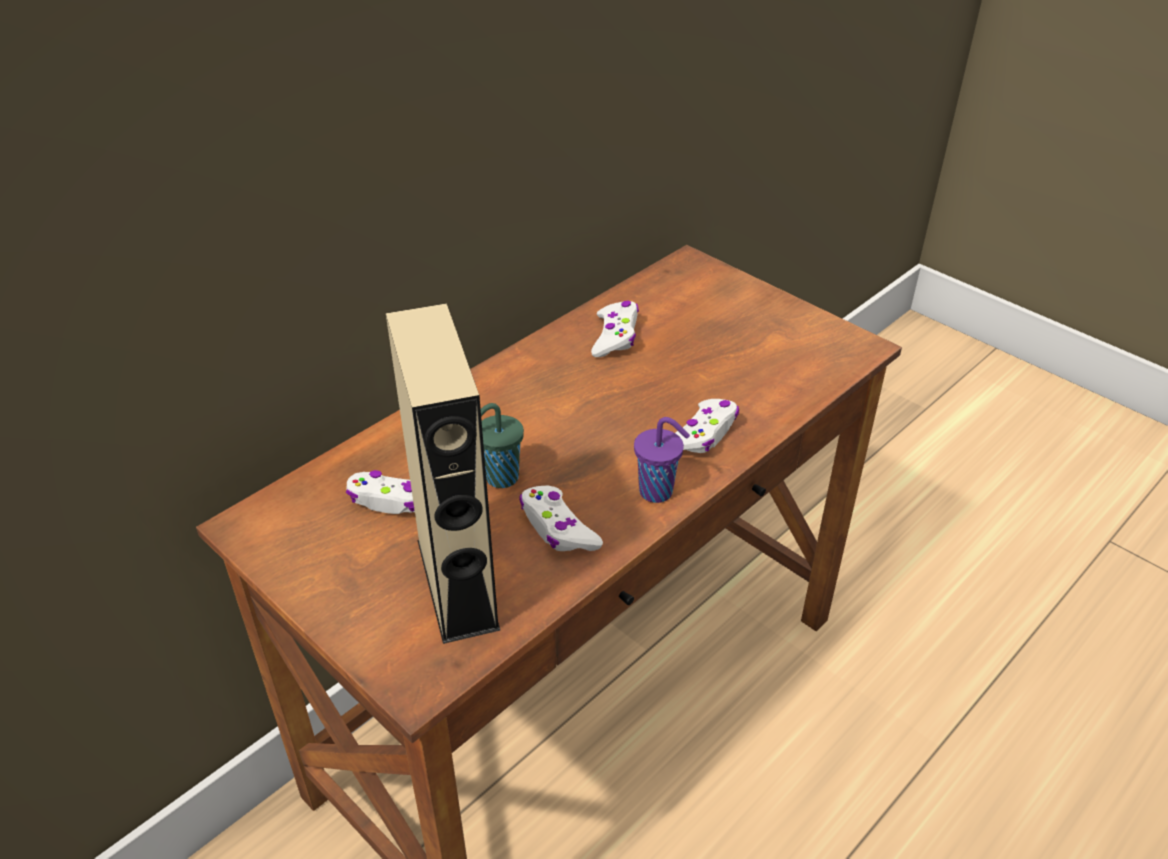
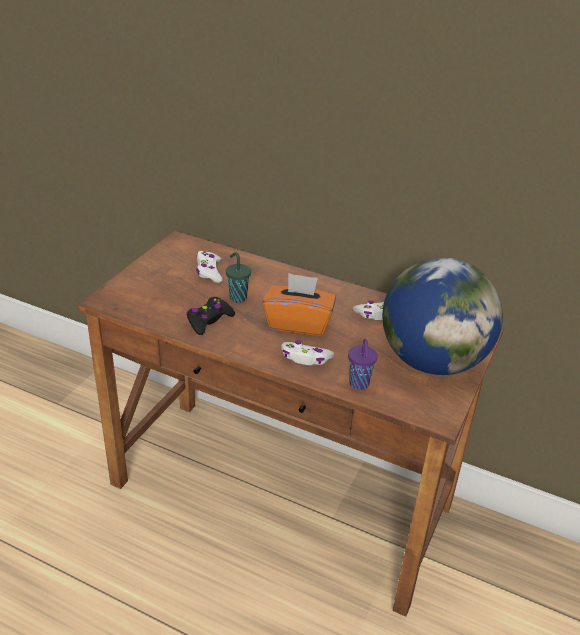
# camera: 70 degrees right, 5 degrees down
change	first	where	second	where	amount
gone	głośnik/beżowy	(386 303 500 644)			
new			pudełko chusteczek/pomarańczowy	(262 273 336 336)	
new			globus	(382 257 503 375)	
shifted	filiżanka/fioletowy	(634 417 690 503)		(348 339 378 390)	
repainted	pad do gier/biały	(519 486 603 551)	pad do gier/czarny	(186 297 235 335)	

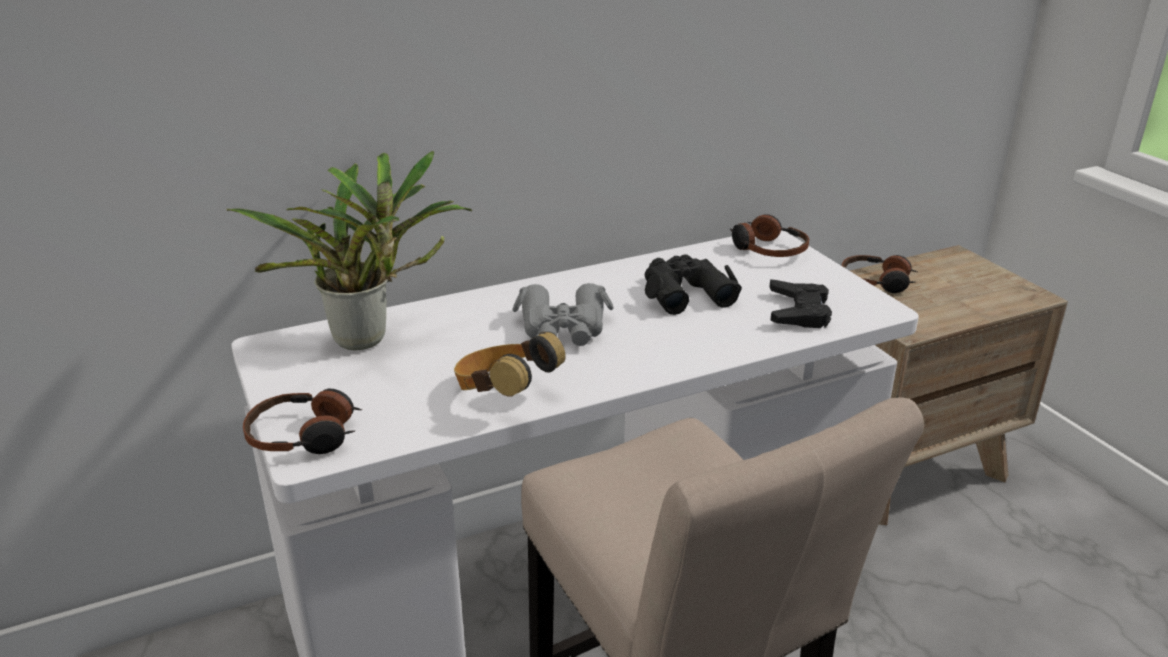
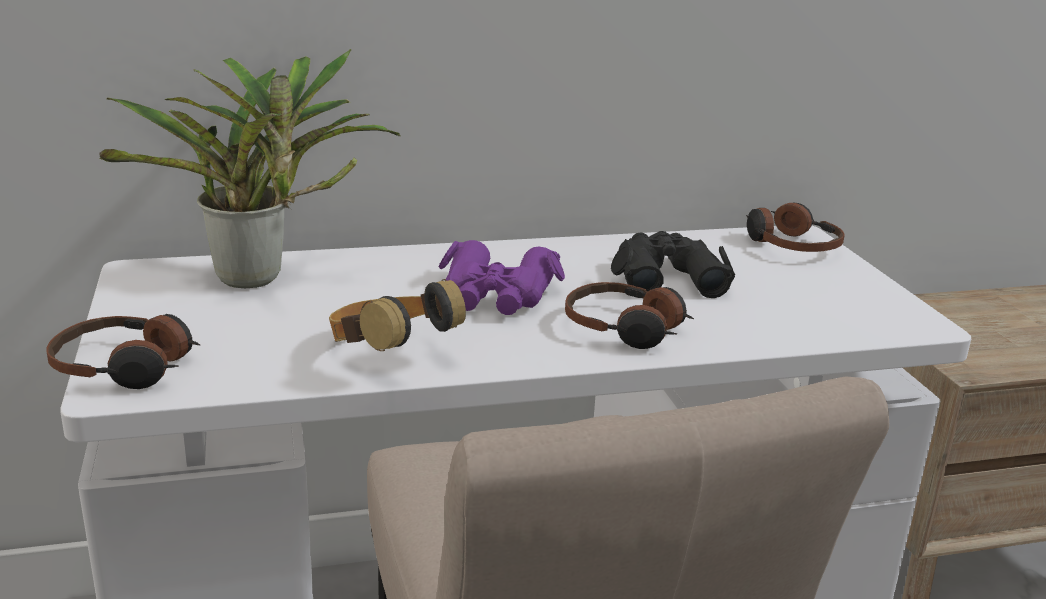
# camera: 10 degrees right, 5 degrees down
change	first	where	second	where	amount
gone	pad do gier/czarny	(769 279 832 328)			
shifted	słuchawki	(842 255 917 293)		(565 282 694 349)	
repainted	lornetka/szary	(512 283 614 346)	lornetka/fioletowy	(439 240 565 315)	

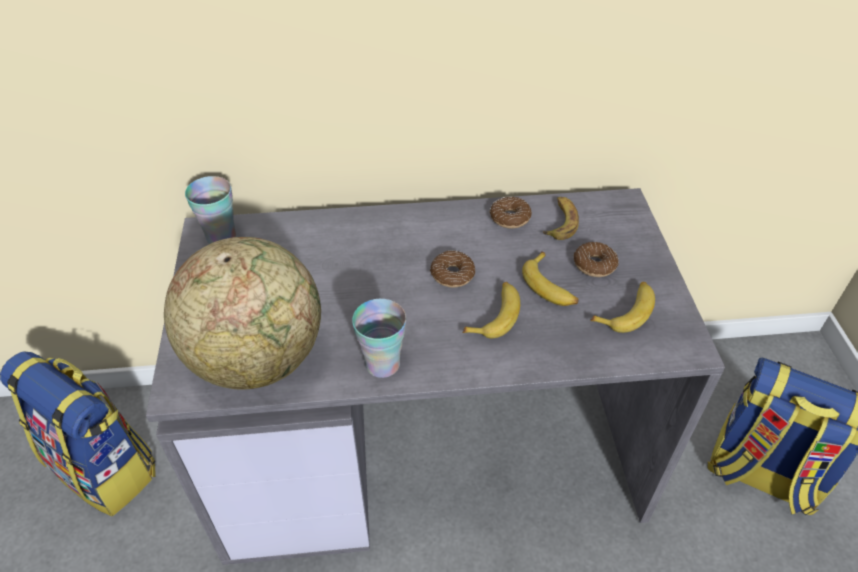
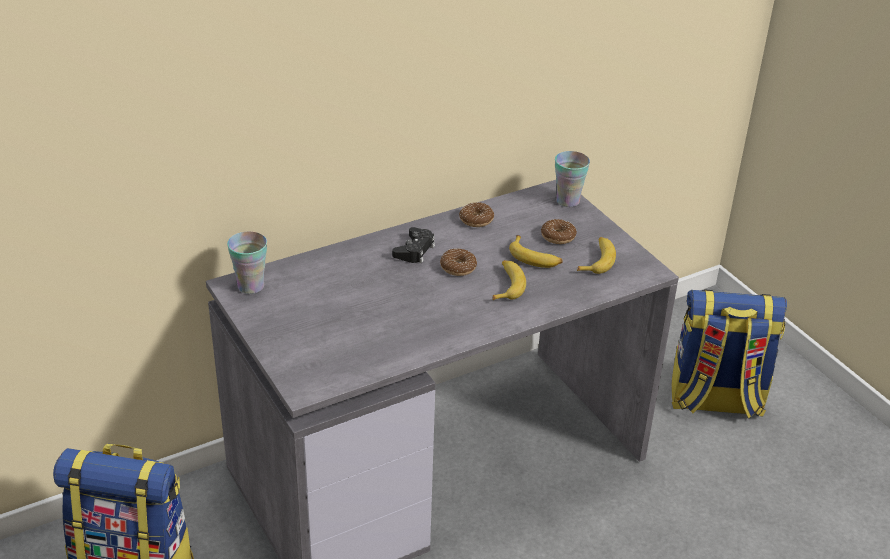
# camera: 25 degrees left, 10 degrees down
change	first	where	second	where	amount
gone	globus	(164 237 321 390)			
gone	banan	(543 197 579 240)			
new			pad do gier/czarny	(392 227 435 263)	
shifted	filiżanka	(352 299 406 378)		(555 151 590 207)	

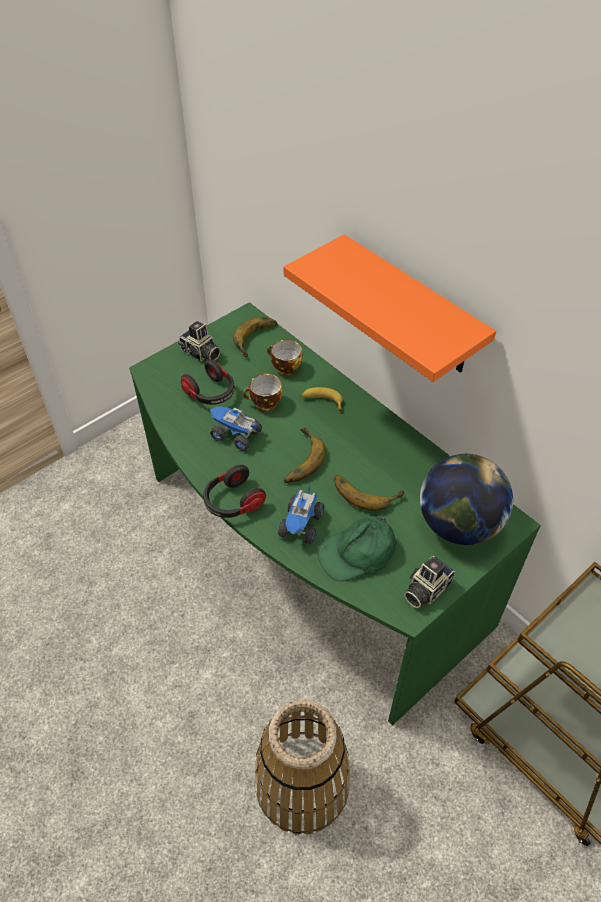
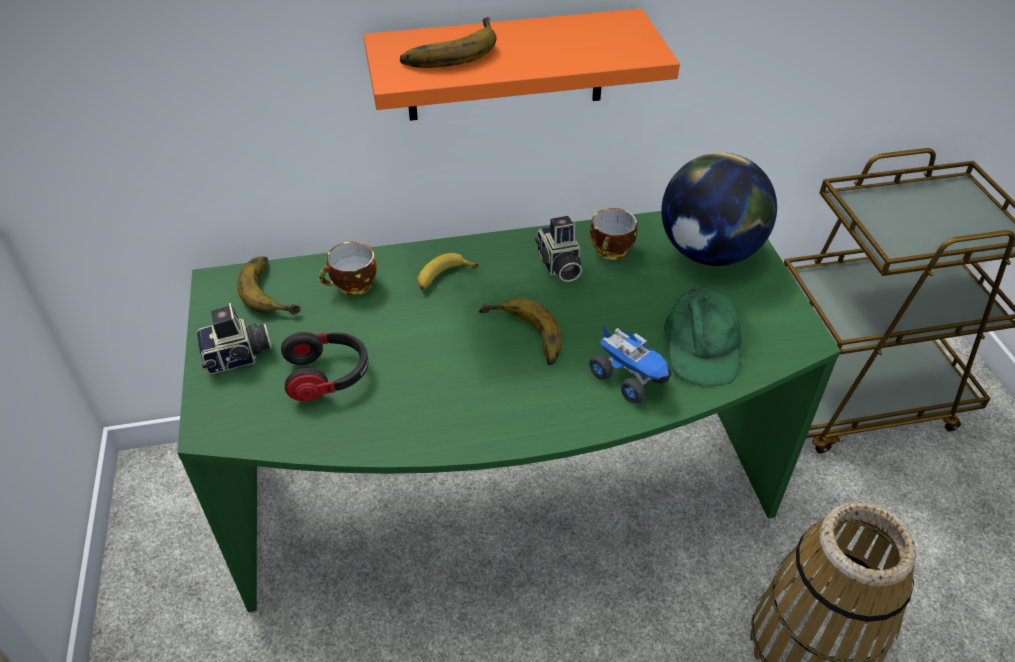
# camera: 60 degrees left, 5 degrees down
change	first	where	second	where	amount
gone	słuchawki	(203 465 266 518)			
gone	ciężarówka zabawkowa	(210 407 262 451)			
shifted	filiżanka	(242 374 282 411)		(590 208 637 260)	
shifted	banan	(334 475 405 511)		(400 17 496 68)	
shifted	aparat fotograficzny	(404 556 455 608)		(535 216 582 282)	

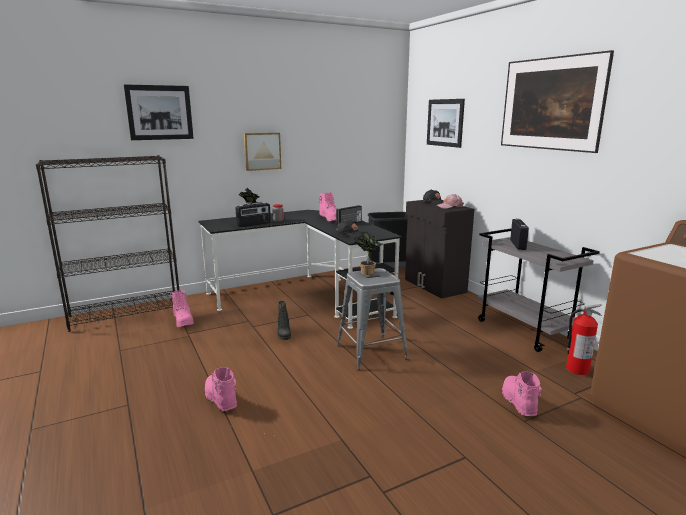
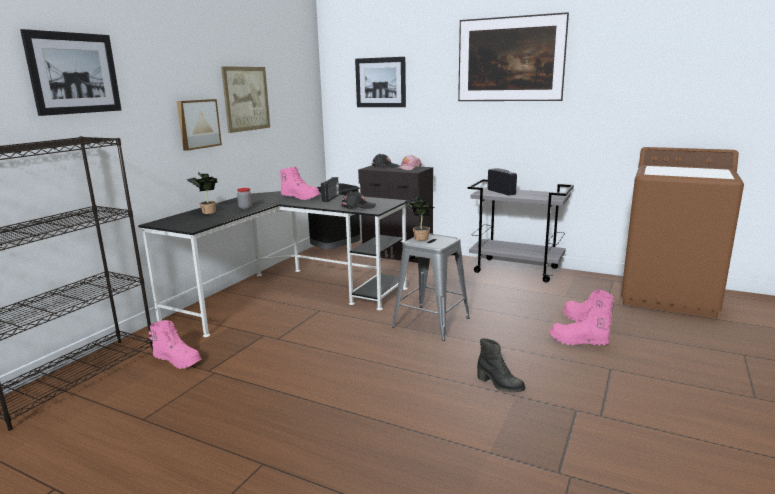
# camera: 35 degrees left, 0 degrees up
change	first	where	second	where	amount
gone	radio	(235 202 271 227)			
gone	gaśnica	(566 304 602 375)			
new			obraz	(221 66 270 133)	
shifted	but z cholewką/różowy	(205 368 237 411)		(550 306 612 346)	
shifted	but z cholewką/czarny	(278 301 291 340)		(477 339 525 392)	

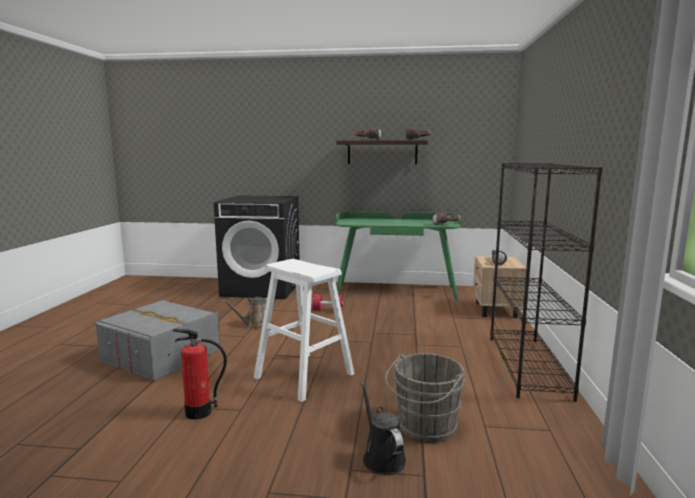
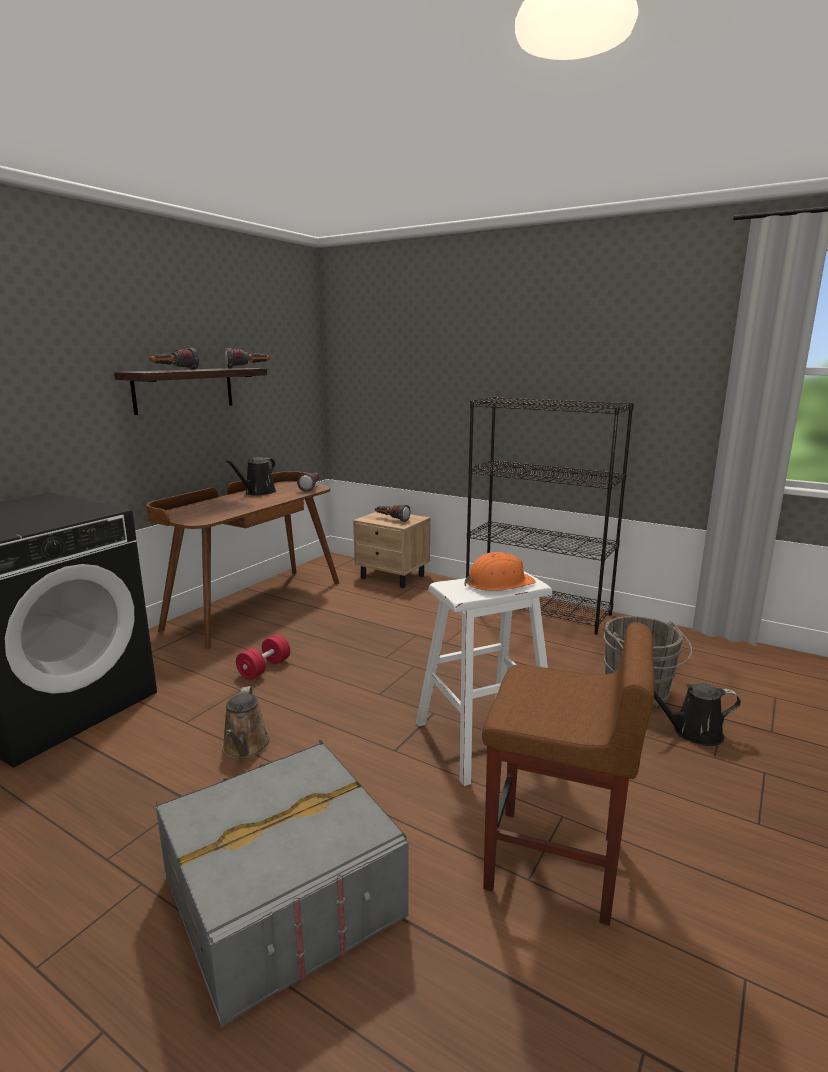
# camera: 65 degrees left, 5 degrees up
change	first	where	second	where	amount
new			konewka/czarny	(225 457 276 496)	
new			kask/pomarańczowy	(465 552 536 591)	
swapped	gaśnica	(173 329 227 420)	stołek/brązowy	(482 622 654 925)	
repainted	biurko/zielony	(336 212 461 300)	biurko/brązowy	(146 471 340 649)	

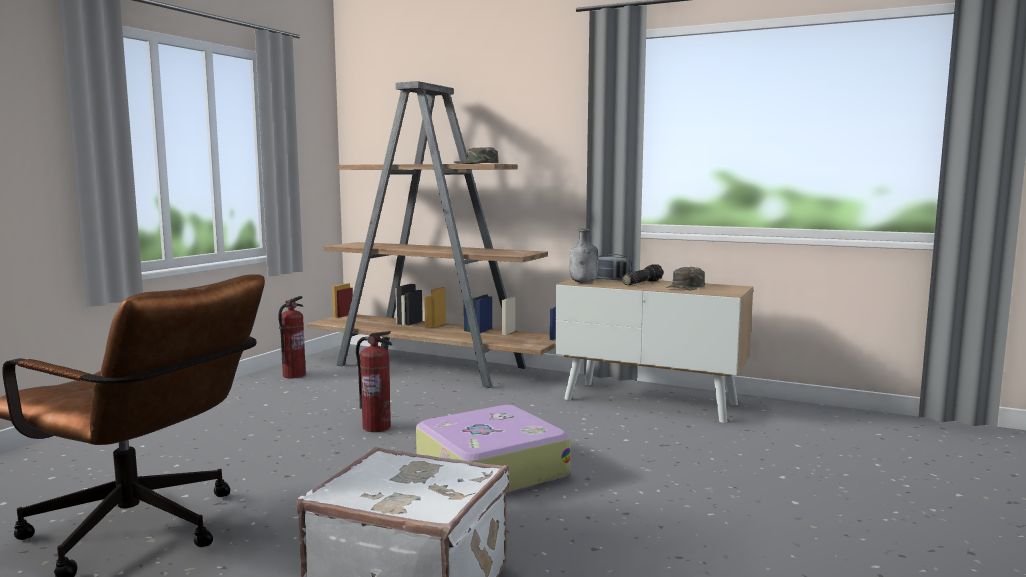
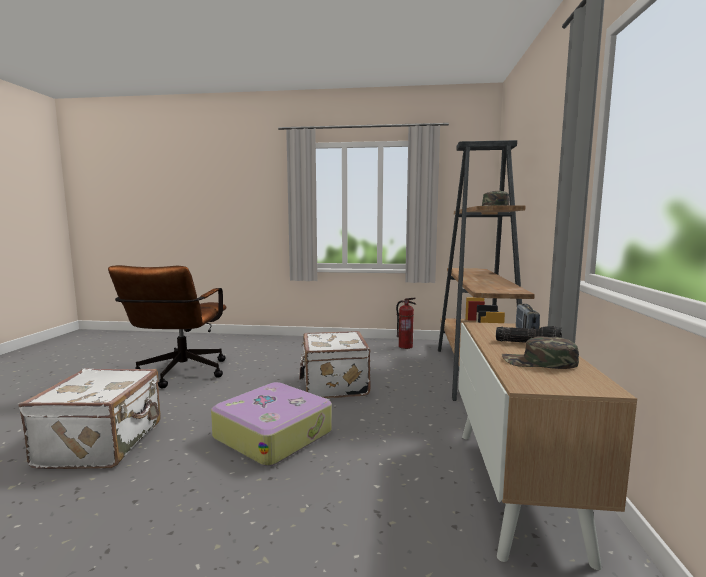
# camera: 70 degrees right, 0 degrees up
change	first	where	second	where	amount
gone	butelka/szary	(570 229 598 283)			
swapped	gaśnica	(356 331 392 432)	walizka/biały	(299 331 371 398)	

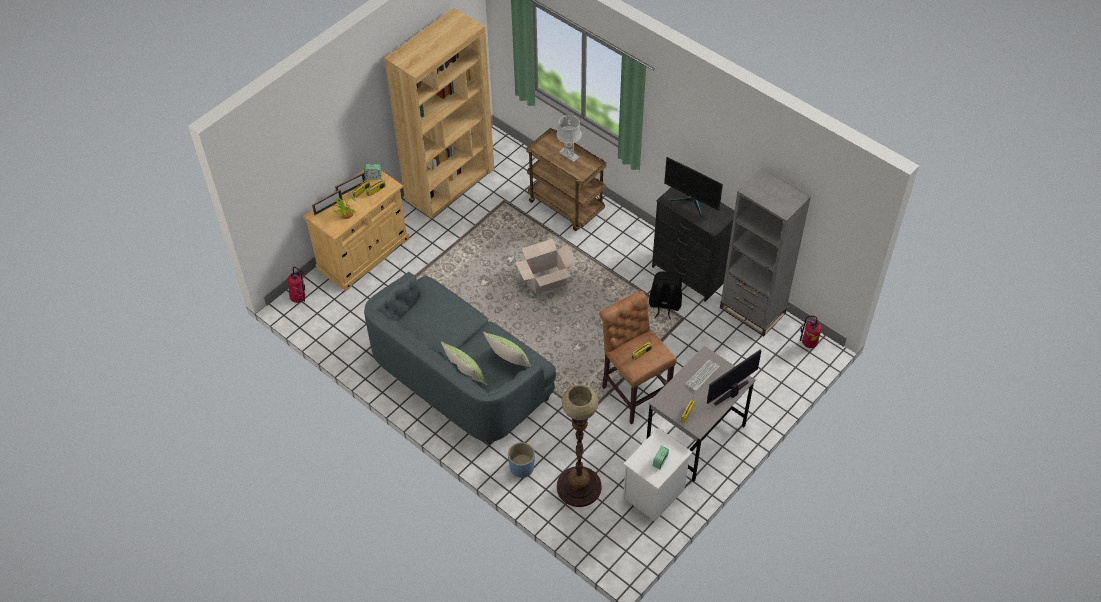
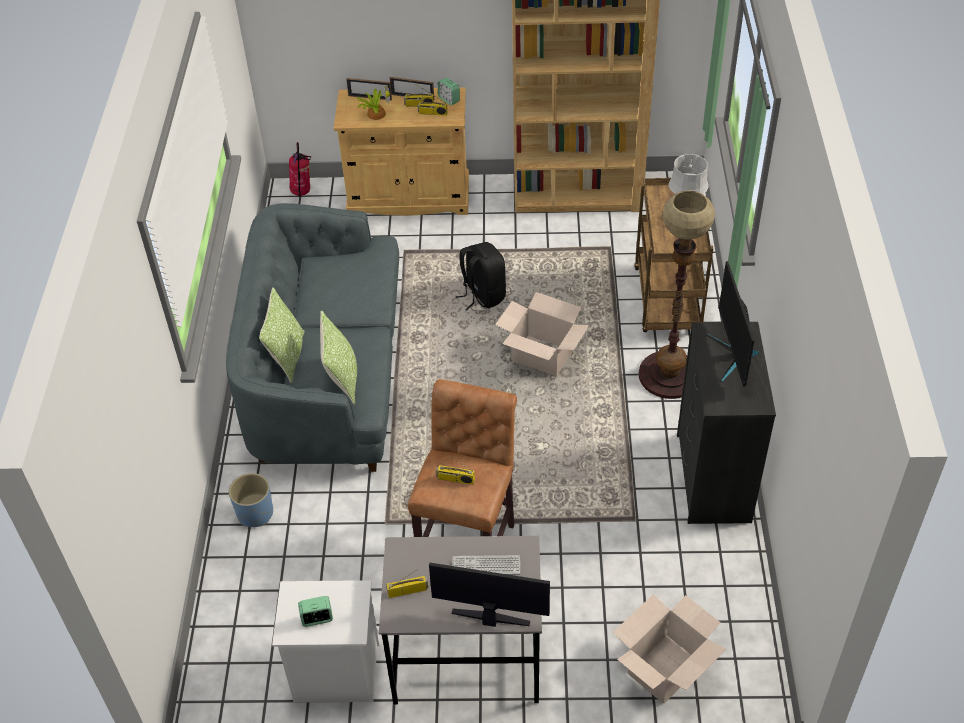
# camera: 50 degrees right, 5 degrees down
change	first	where	second	where	amount
gone	regał/szary	(720 168 811 336)			
gone	gaśnica	(800 315 822 348)			
new			karton	(613 595 726 704)	
shifted	lampa stojąca	(557 385 602 507)		(639 190 715 399)	
shifted	plecak/czarny	(649 271 682 320)		(455 242 506 310)	

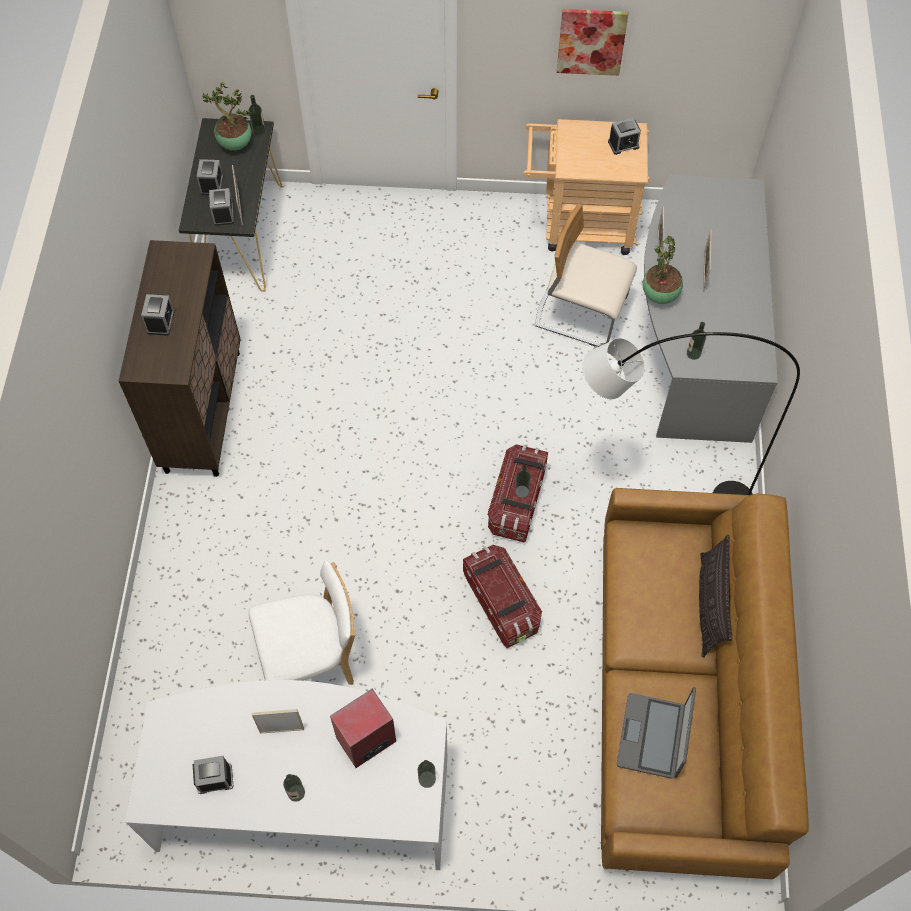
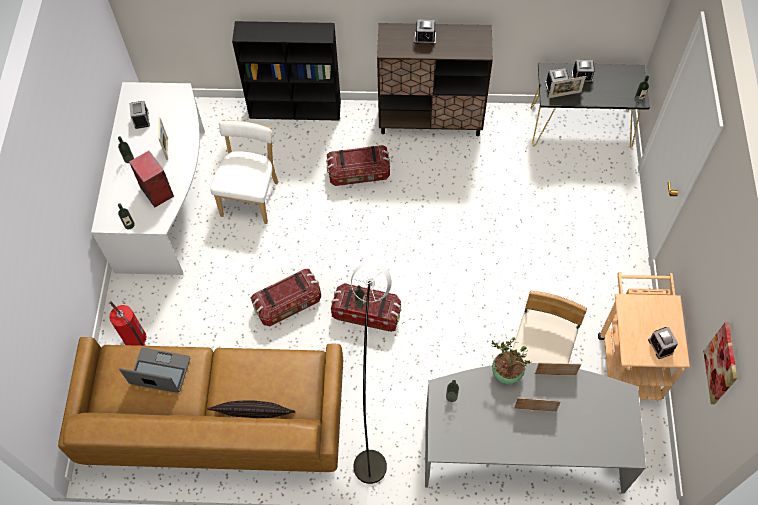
# camera: 90 degrees right, 0 degrees up
change	first	where	second	where	amount
gone	roślina doniczkowa	(202 82 252 151)			
new			gaśnica	(109 301 147 346)	
new			regał/czarny	(232 21 341 121)	
new			pojemnik do przechowywania	(326 145 390 186)	
shifted	obraz	(557 9 628 76)		(703 322 738 404)	
rotated	krzesło/biały	(249 561 356 685)		(210 120 278 224)	150 degrees counterclockwise

